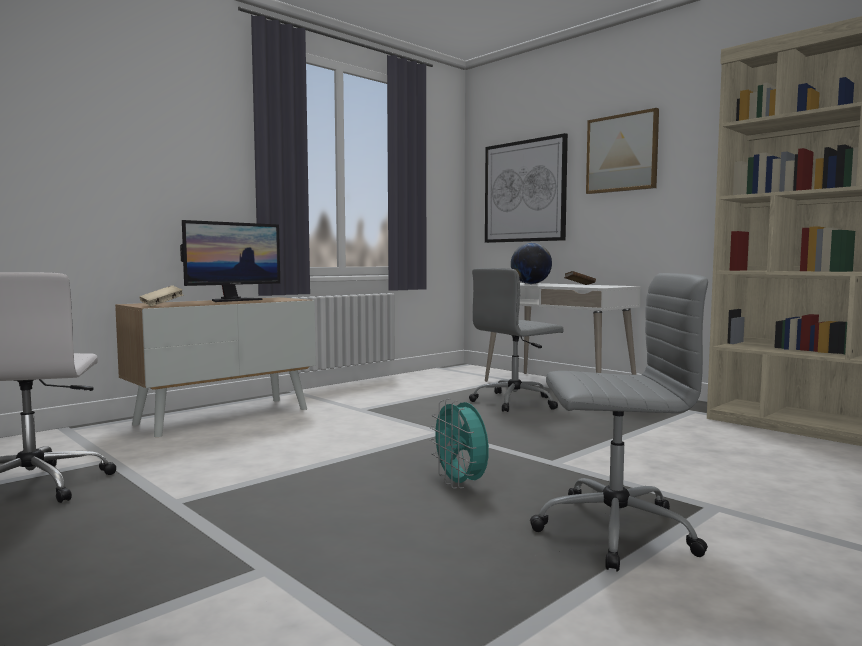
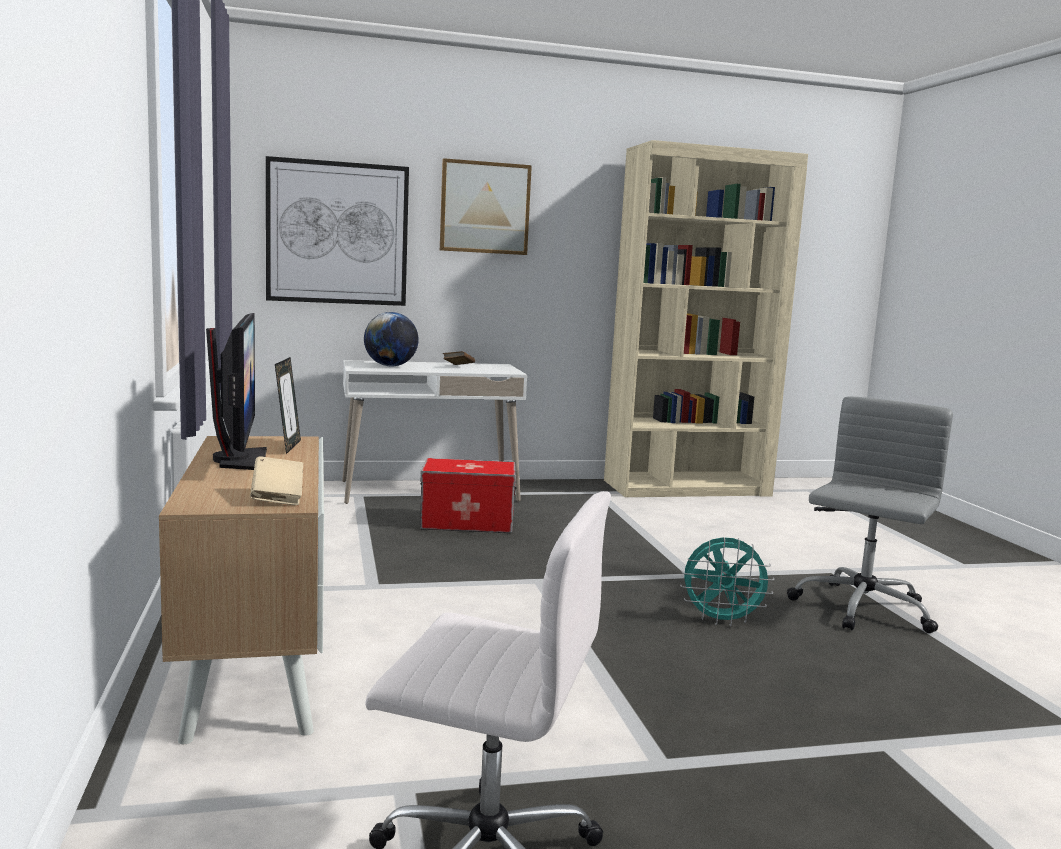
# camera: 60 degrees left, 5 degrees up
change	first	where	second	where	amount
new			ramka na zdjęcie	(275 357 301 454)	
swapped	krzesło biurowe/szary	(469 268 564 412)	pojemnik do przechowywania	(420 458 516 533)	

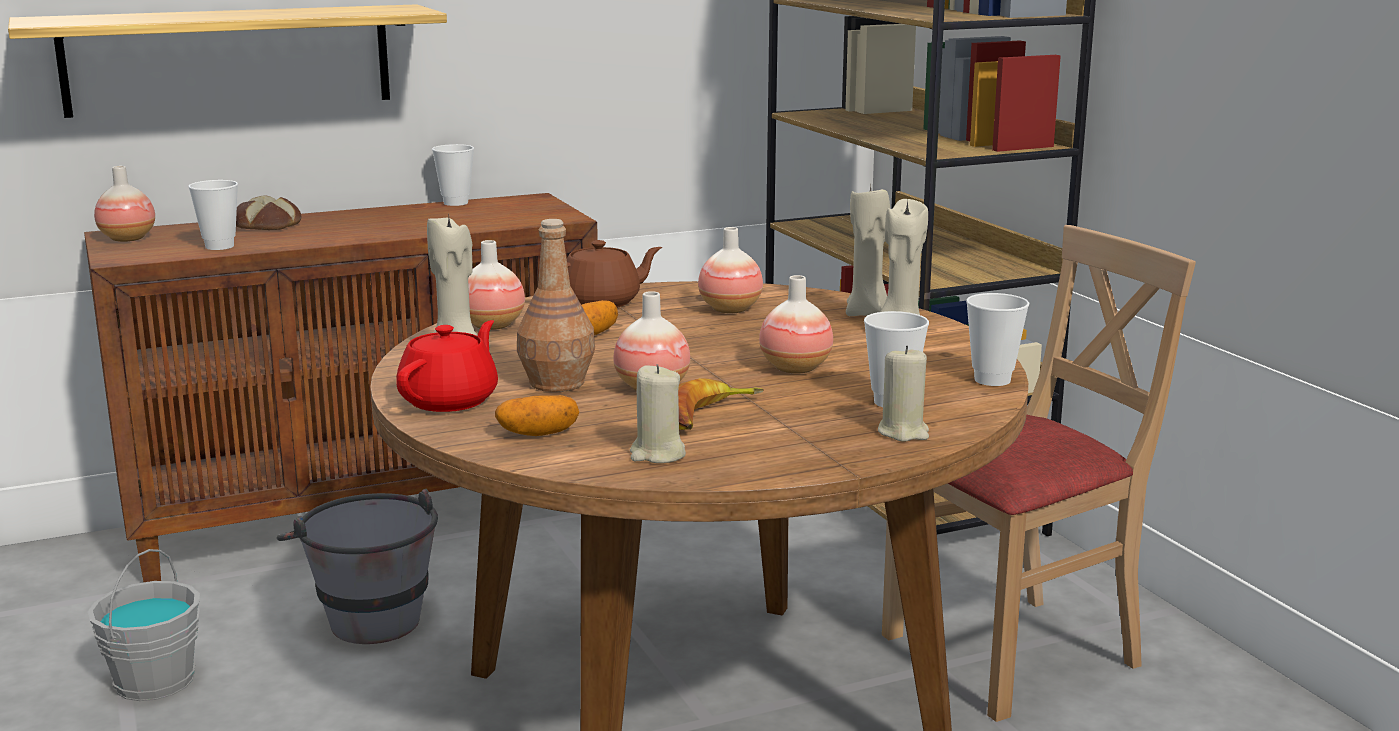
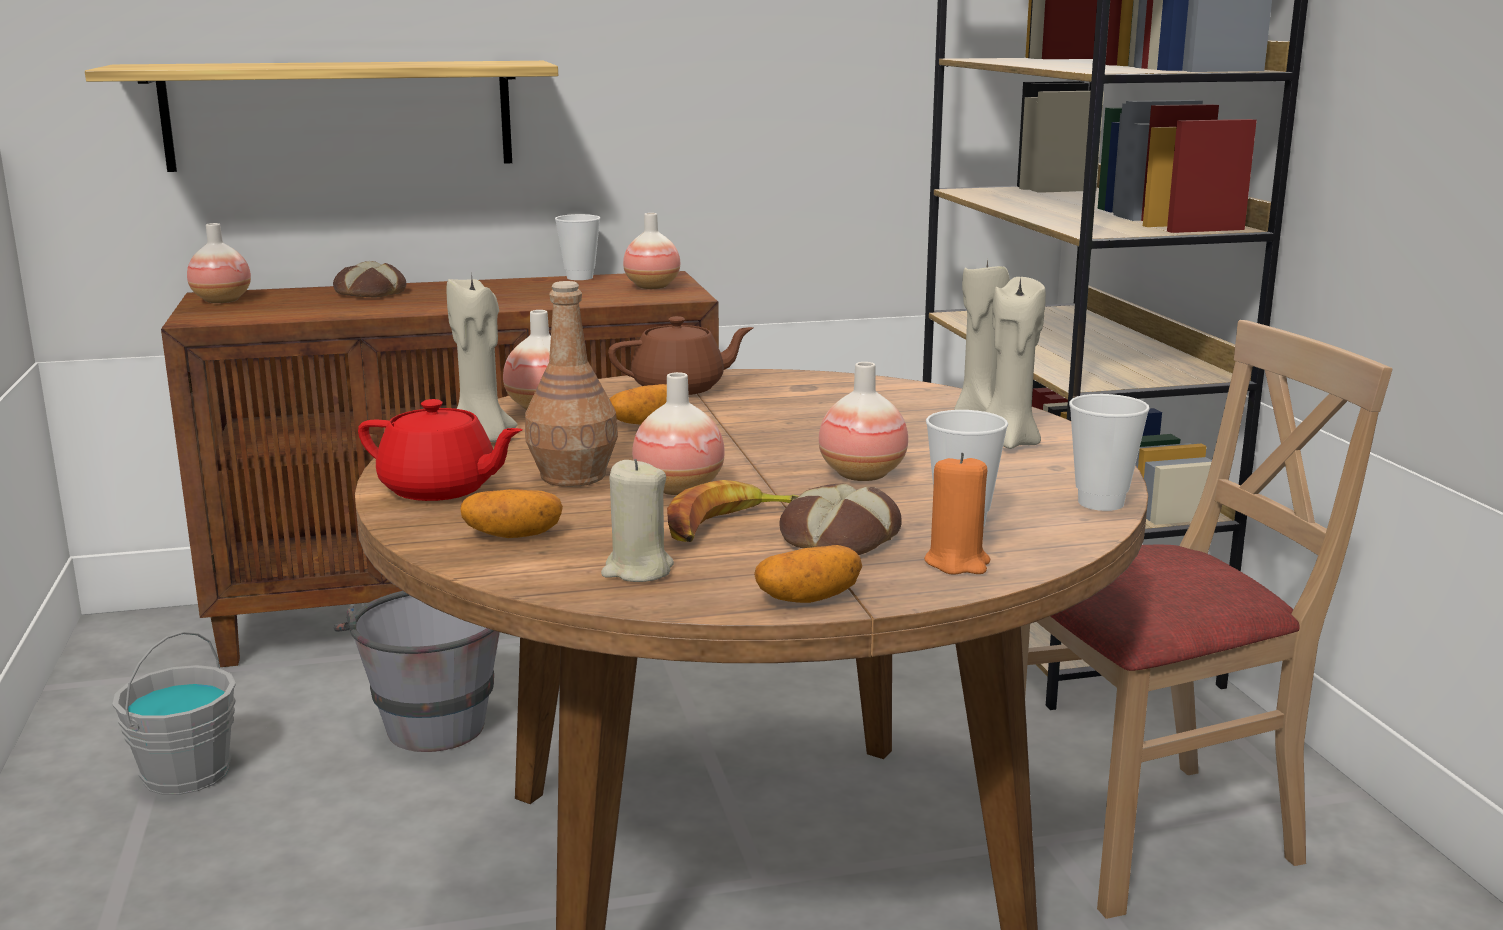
# camera: 10 degrees right, 0 degrees up
change	first	where	second	where	amount
gone	filiżanka	(188 180 238 250)			
new			ziemniak	(754 545 862 603)	
new			chleb	(779 483 902 555)	
shifted	wazon	(698 227 763 313)		(623 213 680 289)	
repainted	świeca/beżowy	(878 346 929 441)	świeca/pomarańczowy	(924 452 990 575)	
rotated	imbryk/czerwony	(396 320 498 412)		(358 399 523 501)	75 degrees clockwise

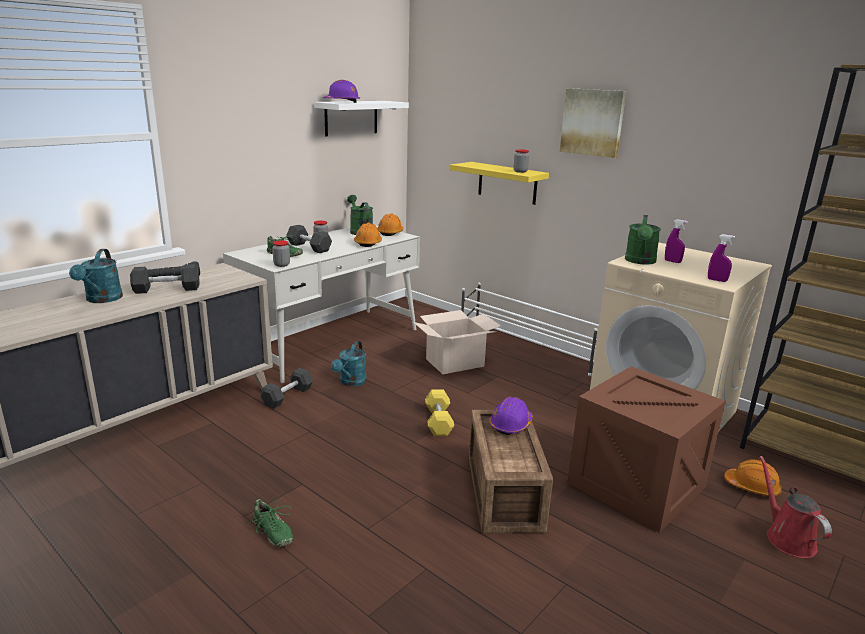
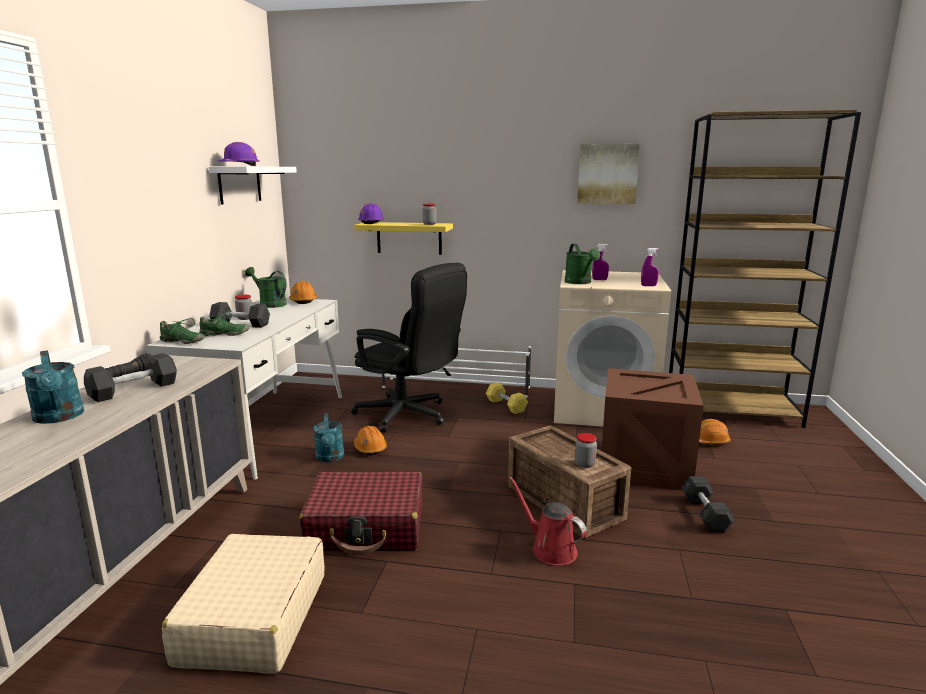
# camera: 30 degrees left, 5 degrees down
change	first	where	second	where	amount
new			walizka/beżowy	(162 534 325 674)	
new			walizka/czerwony	(299 472 423 555)	
shifted	but/zielony	(247 498 293 547)		(160 318 204 344)	
shifted	hantel/szary	(260 368 313 409)		(681 476 735 532)	
shifted	słoik	(272 240 290 267)		(575 433 597 468)	
shifted	kask/pomarańczowy	(354 223 382 247)		(354 426 387 455)	
shifted	hantel/żółty	(425 390 454 436)		(486 383 528 414)	
shifted	kask/fioletowy	(489 397 533 435)		(358 203 384 224)	
shifted	obraz	(560 88 626 158)		(577 144 640 204)	
shifted	konewka/czerwony	(759 456 832 558)		(509 477 587 566)	
swapped	karton	(413 310 501 375)	krzesło biurowe/czarny	(351 263 467 432)	

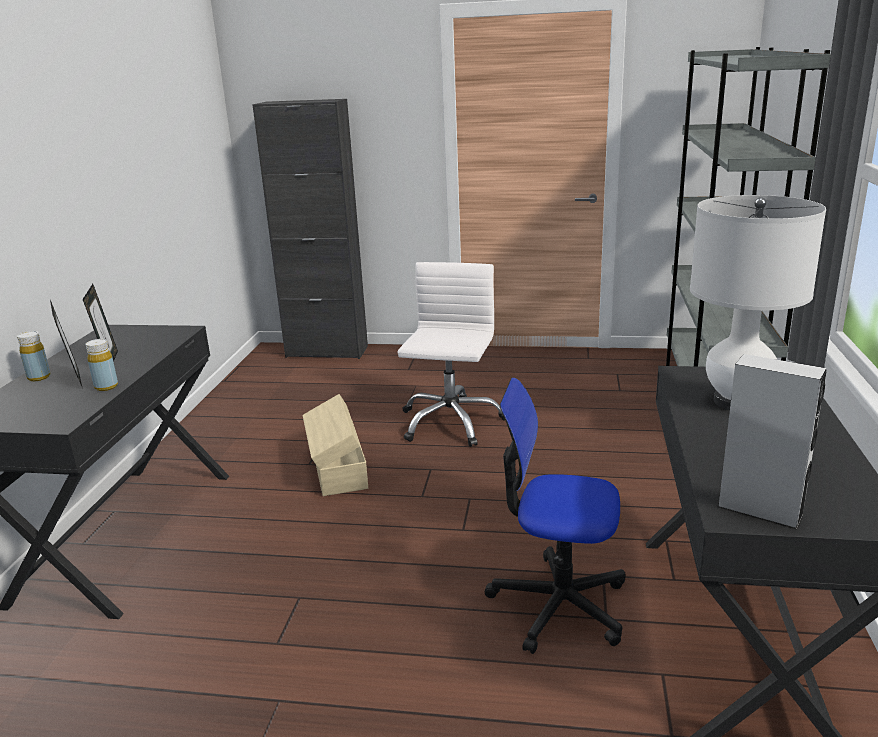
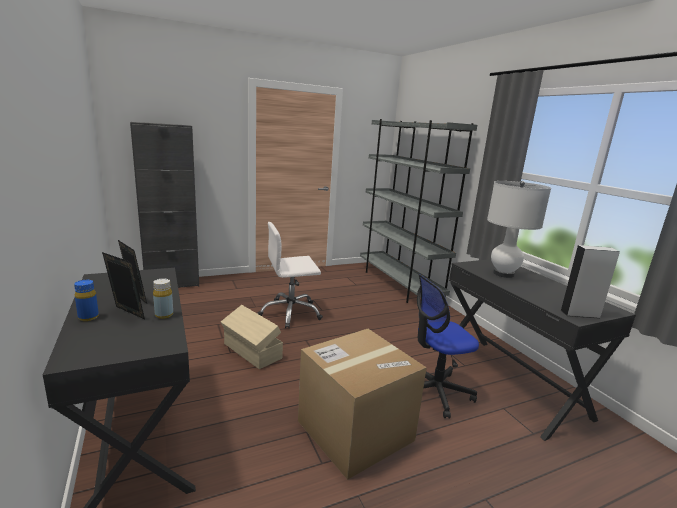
# camera: 35 degrees left, 5 degrees down
change	first	where	second	where	amount
new			karton	(298 329 427 480)	
repainted	butelka/żółty	(17 331 50 381)	butelka/niebieski	(74 280 99 321)	
rotated	krzesło biurowe/biały	(398 262 505 447)		(257 222 323 328)	90 degrees counterclockwise

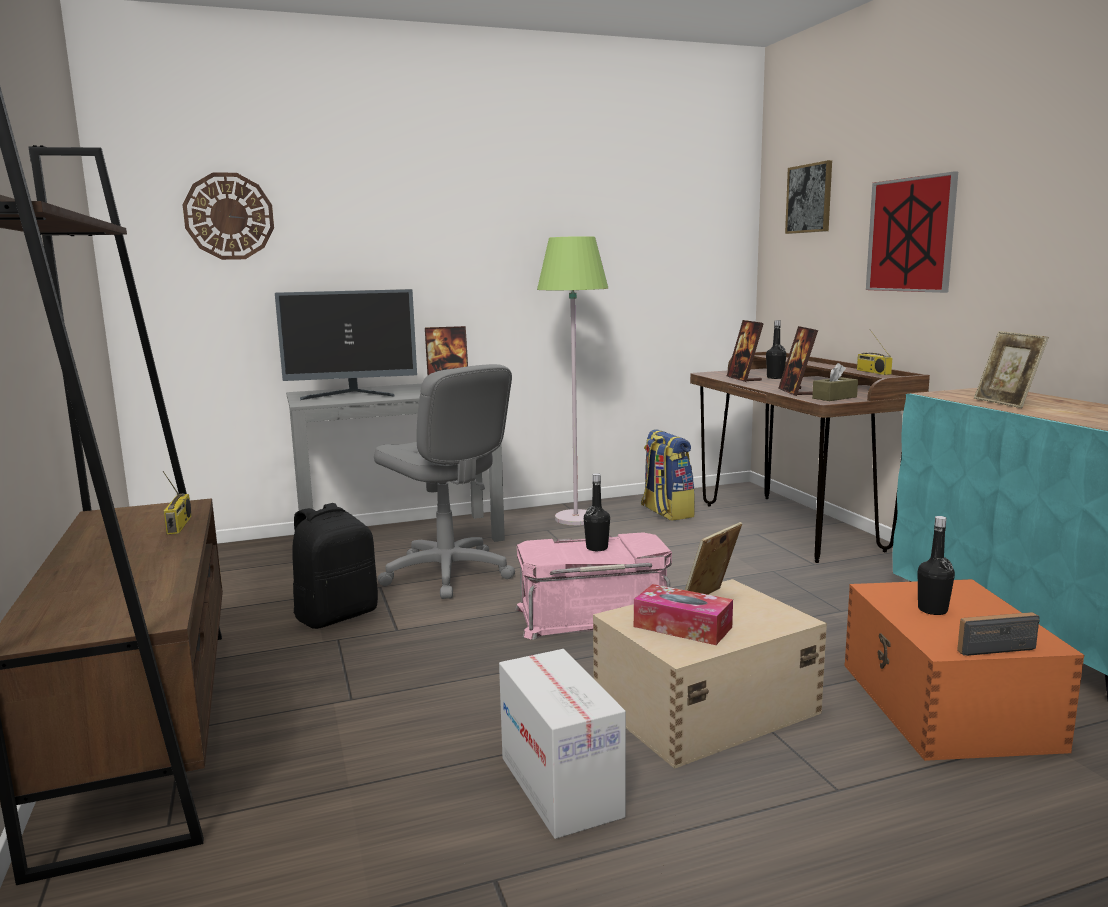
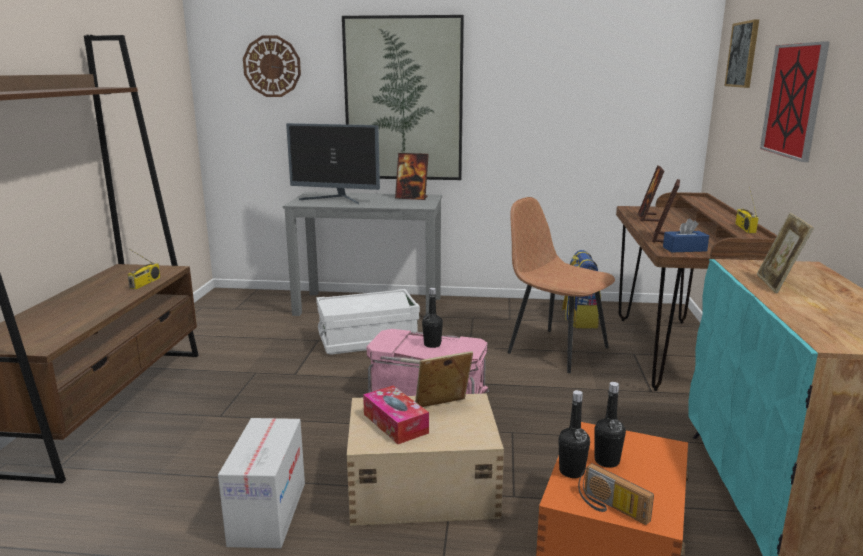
# camera: 25 degrees right, 5 degrees up
change	first	where	second	where	amount
gone	plecak/czarny	(292 503 378 629)			
gone	lampa stojąca/zielony	(537 236 608 525)			
new			obraz	(342 15 464 180)	
new			krzesło/brązowy	(507 197 615 373)	
shifted	butelka/czarny	(766 320 786 379)		(558 390 590 478)	
swapped	krzesło biurowe/szary	(374 364 515 599)	pojemnik do przechowywania/biały	(316 289 420 355)	
repainted	pudełko chusteczek/brązowy	(812 363 858 401)	pudełko chusteczek/niebieski	(663 218 709 252)	
rotated	radio	(957 612 1040 656)		(578 463 654 525)	150 degrees counterclockwise

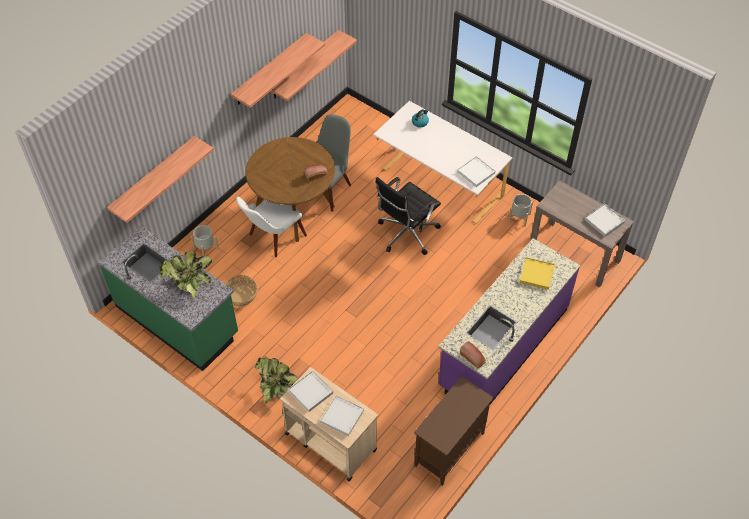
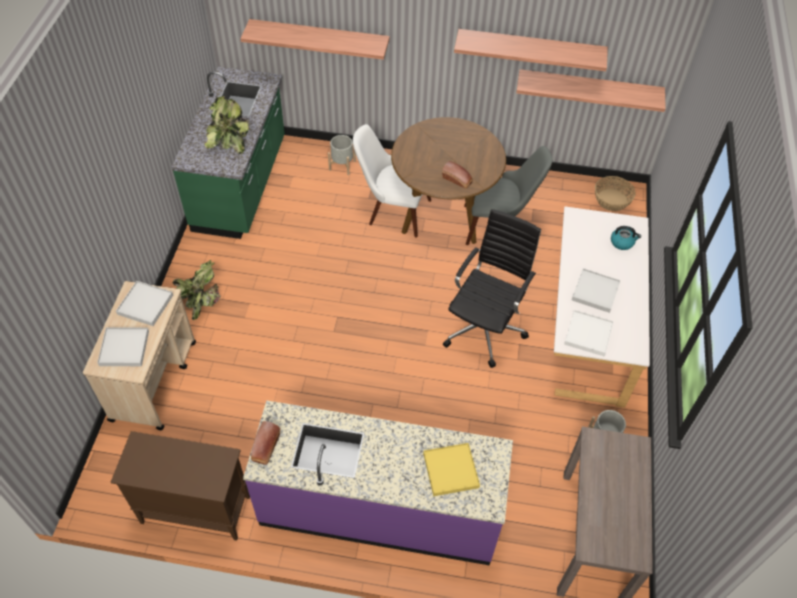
# camera: 60 degrees right, 0 degrees up
change	first	where	second	where	amount
shifted	koszyk	(225 275 258 307)		(595 176 636 211)	
shifted	taca/biały	(585 204 625 237)		(572 268 621 313)	
rotated	krzesło biurowe/czarny	(375 177 441 255)		(443 209 541 368)	105 degrees clockwise

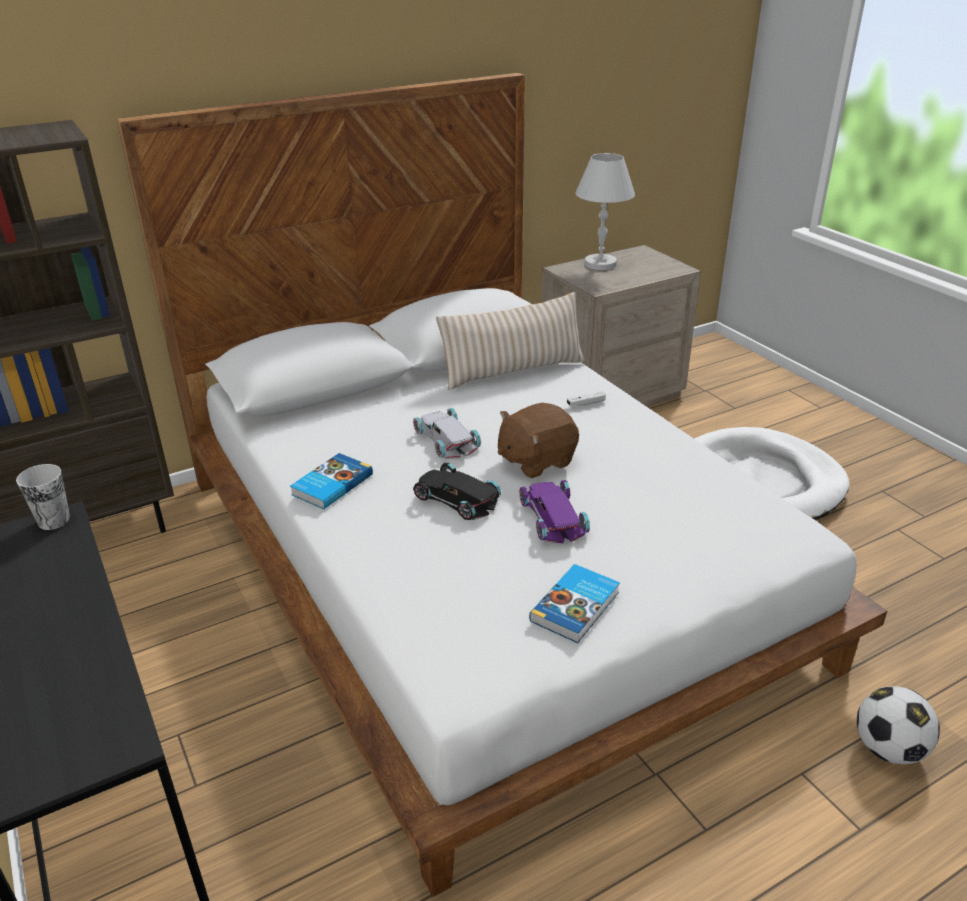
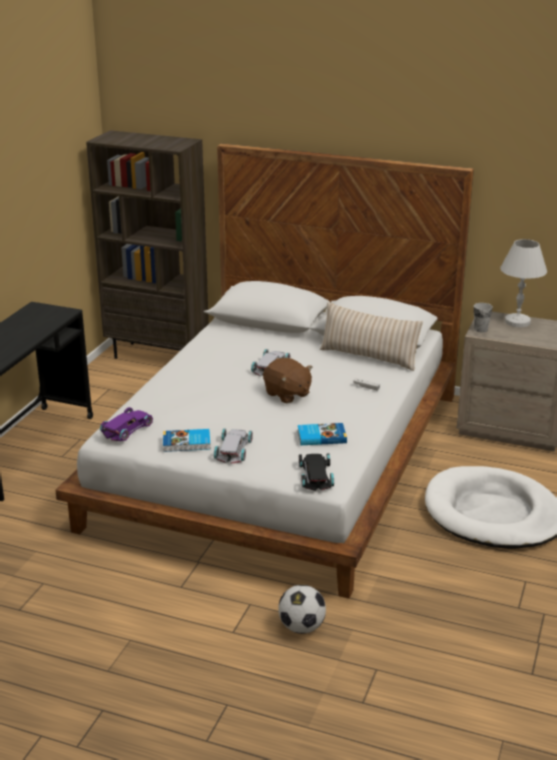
# camera: 50 degrees right, 5 degrees down
change	first	where	second	where	amount
new			samochodzik/biały	(214 428 253 464)	
shifted	filiżanka	(16 464 70 530)		(474 303 493 332)	
shifted	książka	(290 453 373 509)		(298 423 347 445)	
shifted	samochodzik/czarny	(413 463 502 520)		(299 454 334 491)	
shifted	samochodzik/fioletowy	(519 480 590 544)		(100 407 153 441)	
rotated	pluszak/brązowy	(498 403 579 478)		(263 358 312 403)	150 degrees counterclockwise

